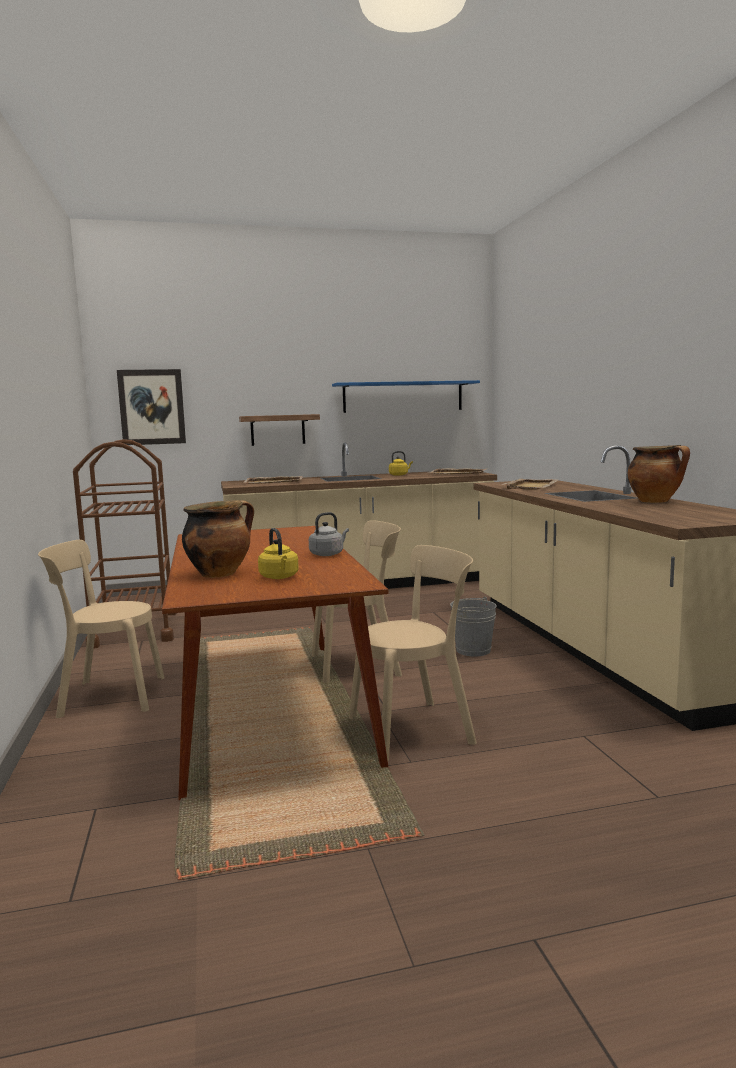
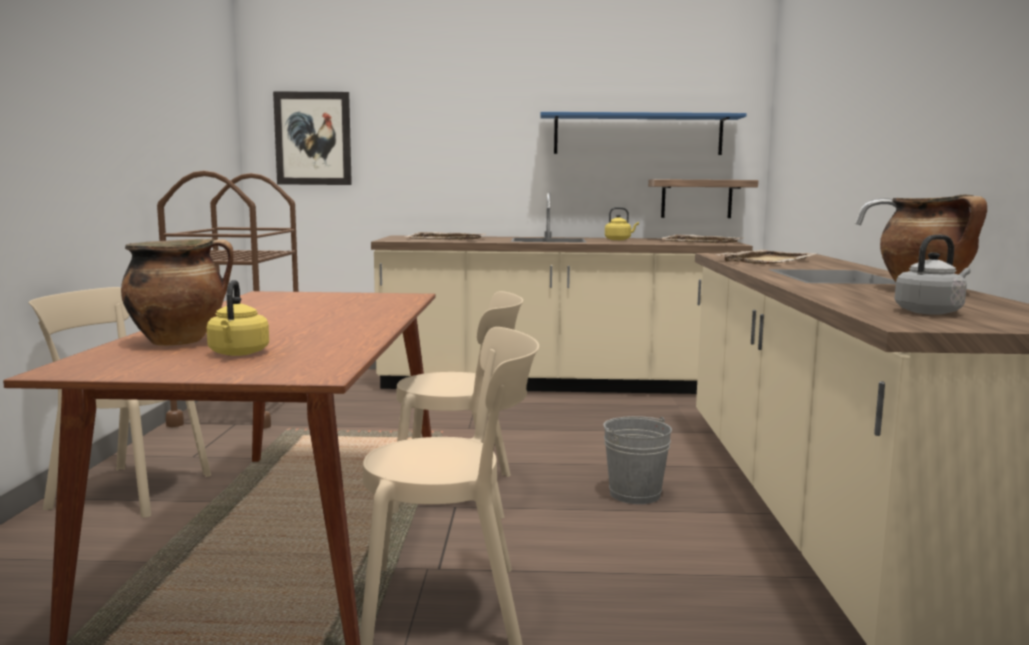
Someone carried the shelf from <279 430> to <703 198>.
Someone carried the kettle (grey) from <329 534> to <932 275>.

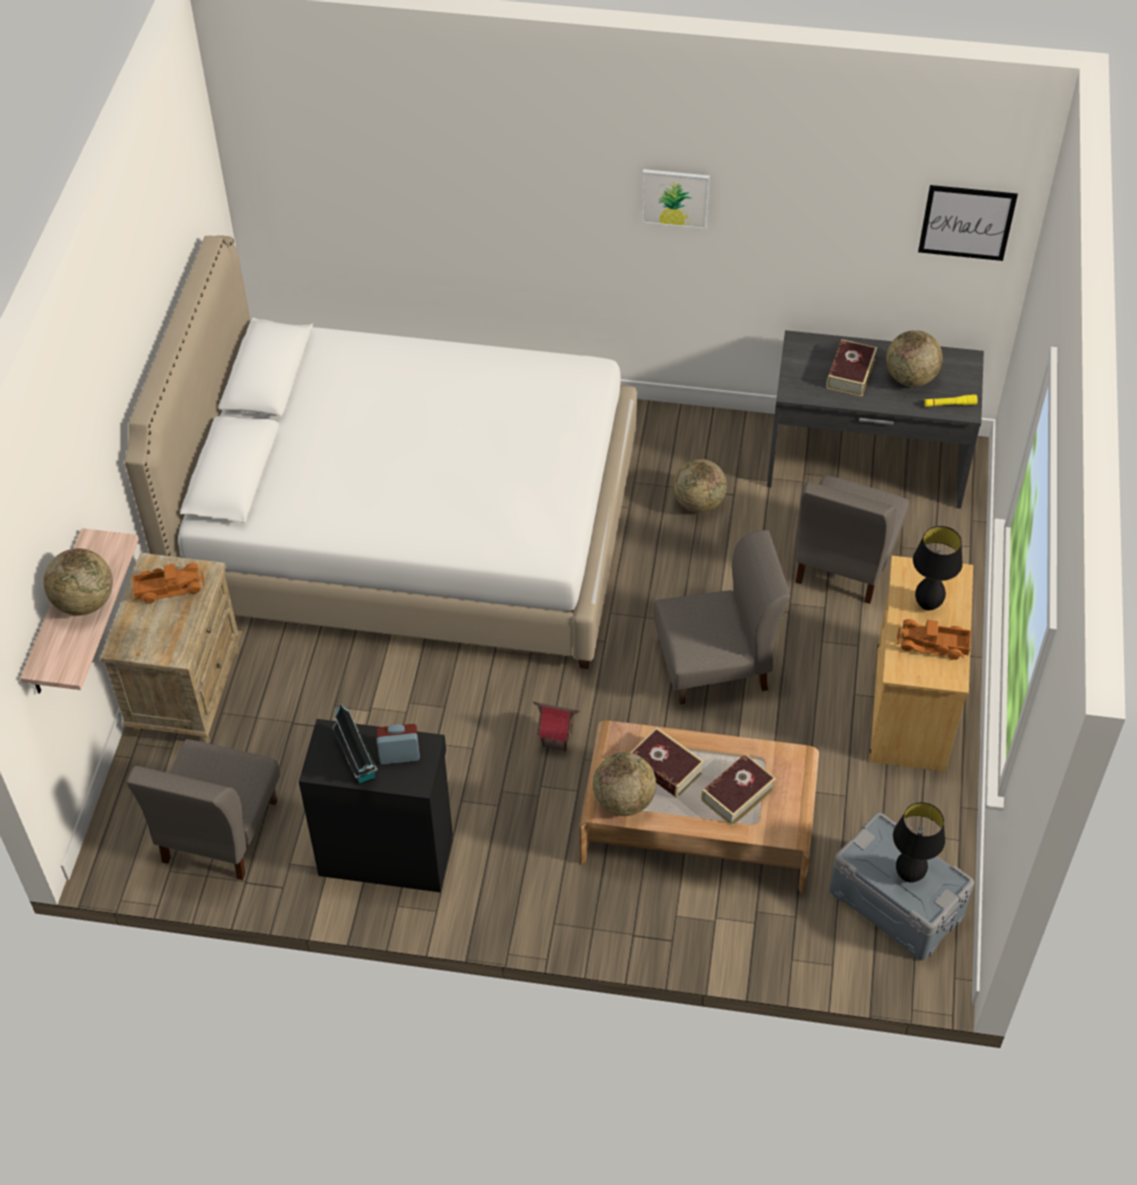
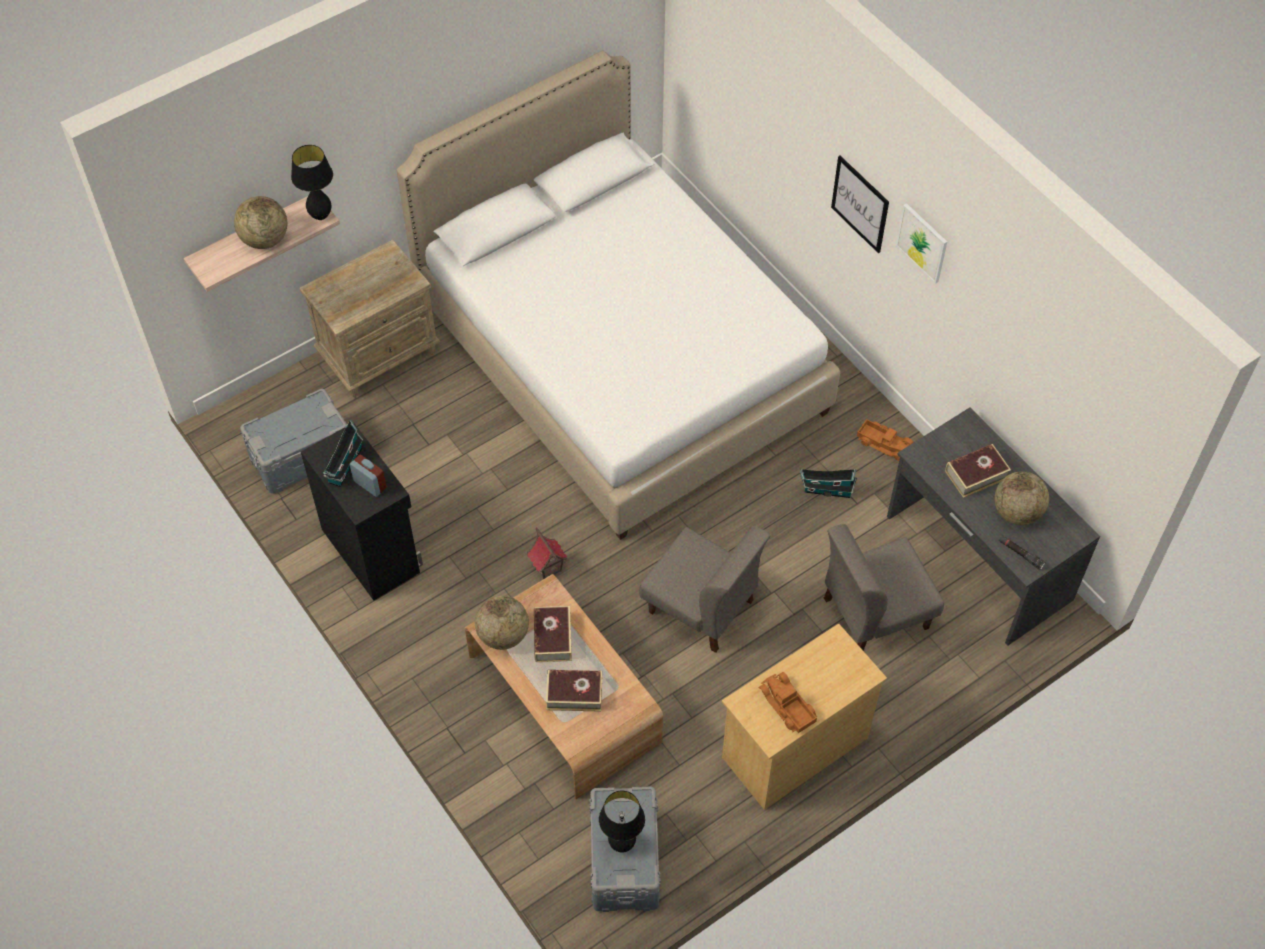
Someone swapped the chair (grey) at <203 809> for the storage box (grey) at <293 441>.
Someone carried the toy truck from <168 583> to <885 440>.
Someone swapped the globe at <700 486> for the toy house at <828 483>.
Someone carried the table lamp (black) from <938 568> to <312 182>.
Someone carried the picture from <968 223> to <860 204>.
Someone repainted the flashlight (yellow) at <951 400>, which became the flashlight (black) at <1022 552>.

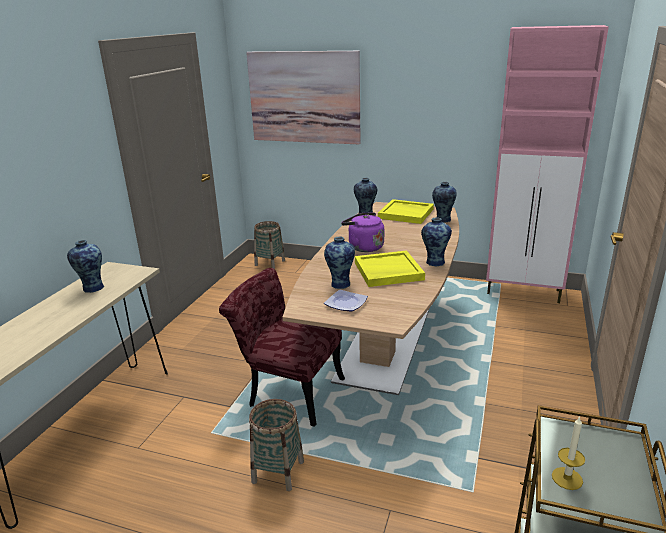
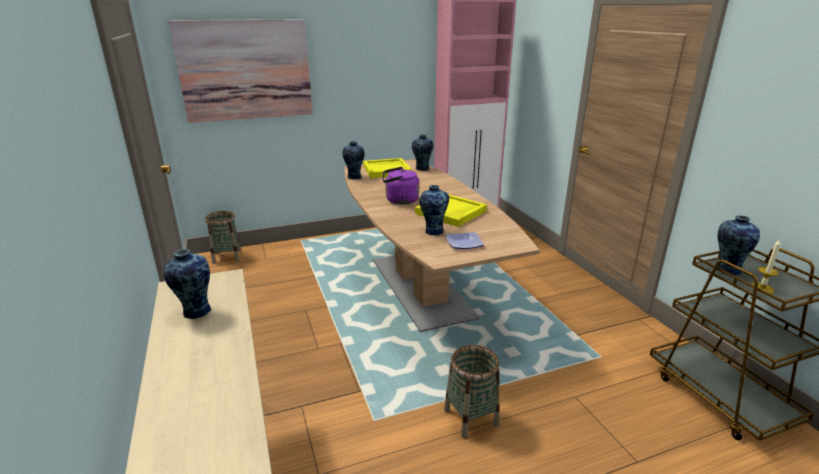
Someone took away the chair (red) at <282 347>.
Someone carried the vase from <436 242> to <739 245>.

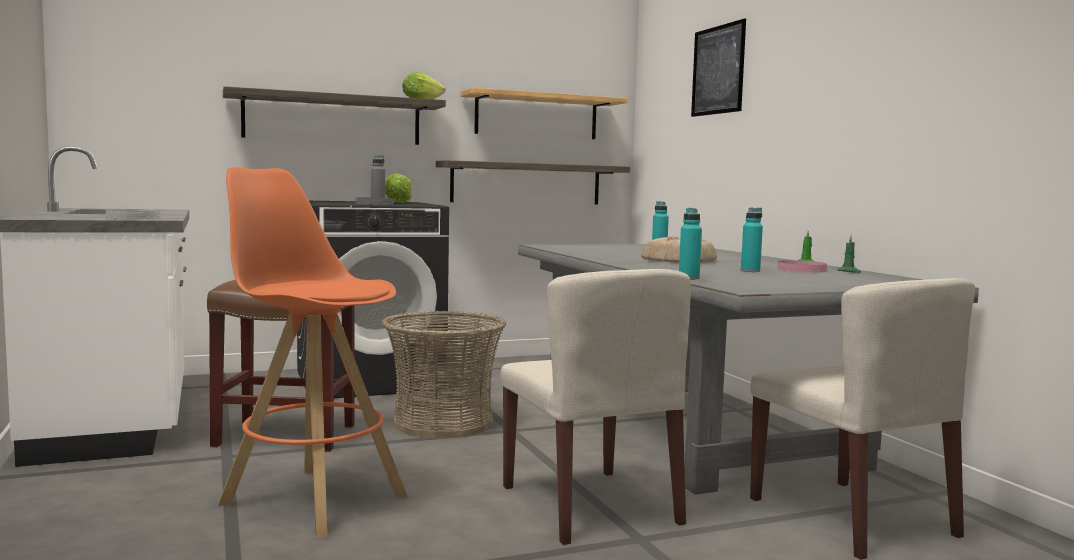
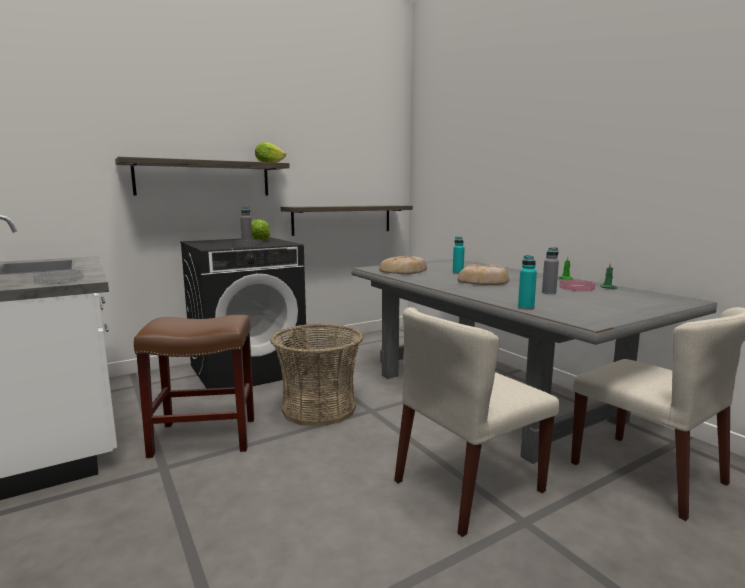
Someone took away the stool (orange) at <313 352>.
Someone took away the shelf at <544 113>.
Someone rotated the chair (beige) at <596 407> by 90 degrees clockwise.
Someone took away the picture at <718 68>.
Someone repainted the bottle (turquoise) at <752 239>, which became the bottle (grey) at <550 270>.
Someone put down the bread at <403 265>.

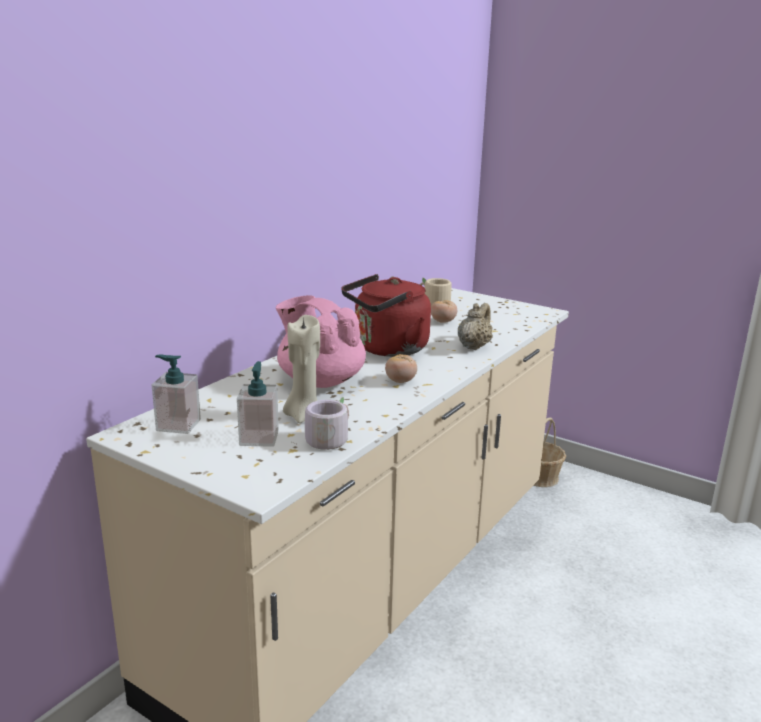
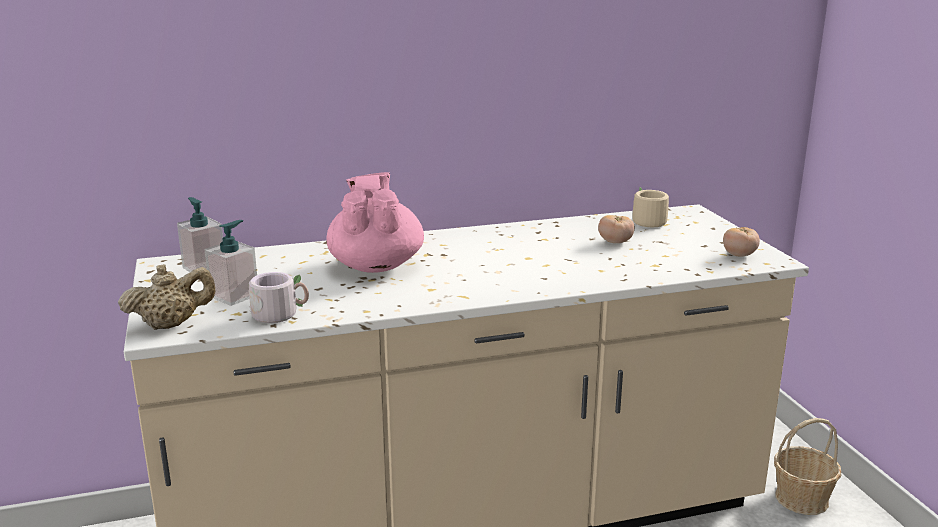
Someone took away the candle (beige) at <301 369>.
Someone took away the kettle (red) at <386 315>.
Someone carried the tomato from <401 368> to <741 241>.
Someone carried the teapot (beige) from <475 326> to <166 297>.

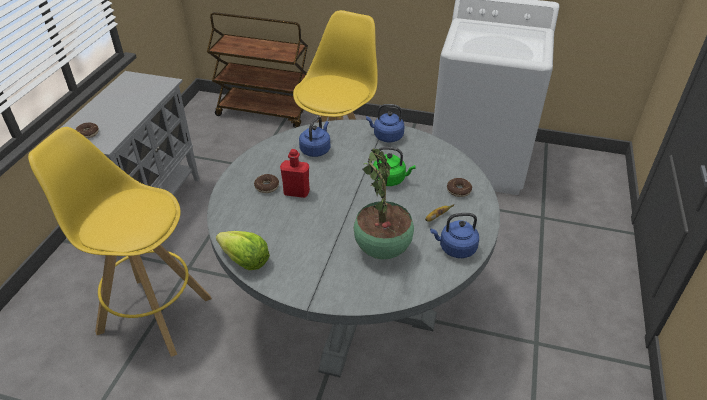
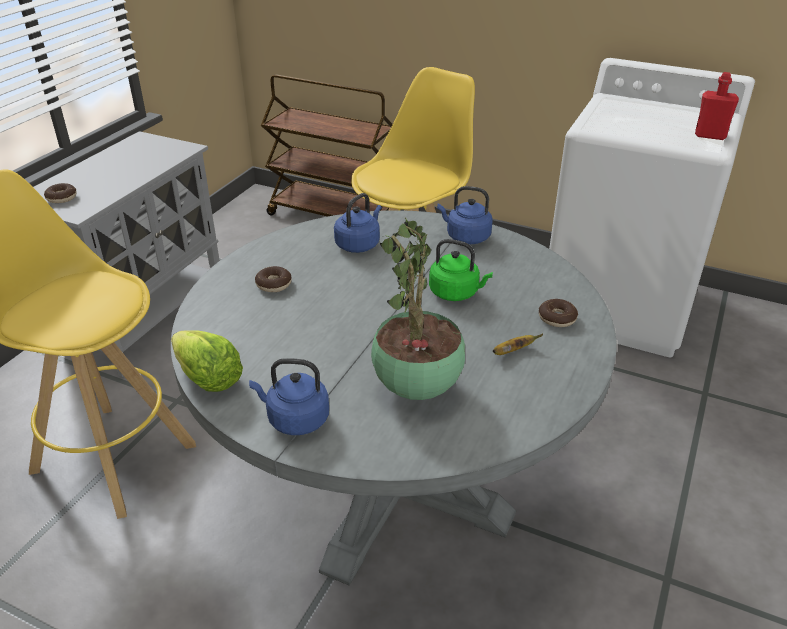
Someone carried the bottle (red) from <295 173> to <717 106>.
Someone carried the kettle (blue) from <454 235> to <289 396>.

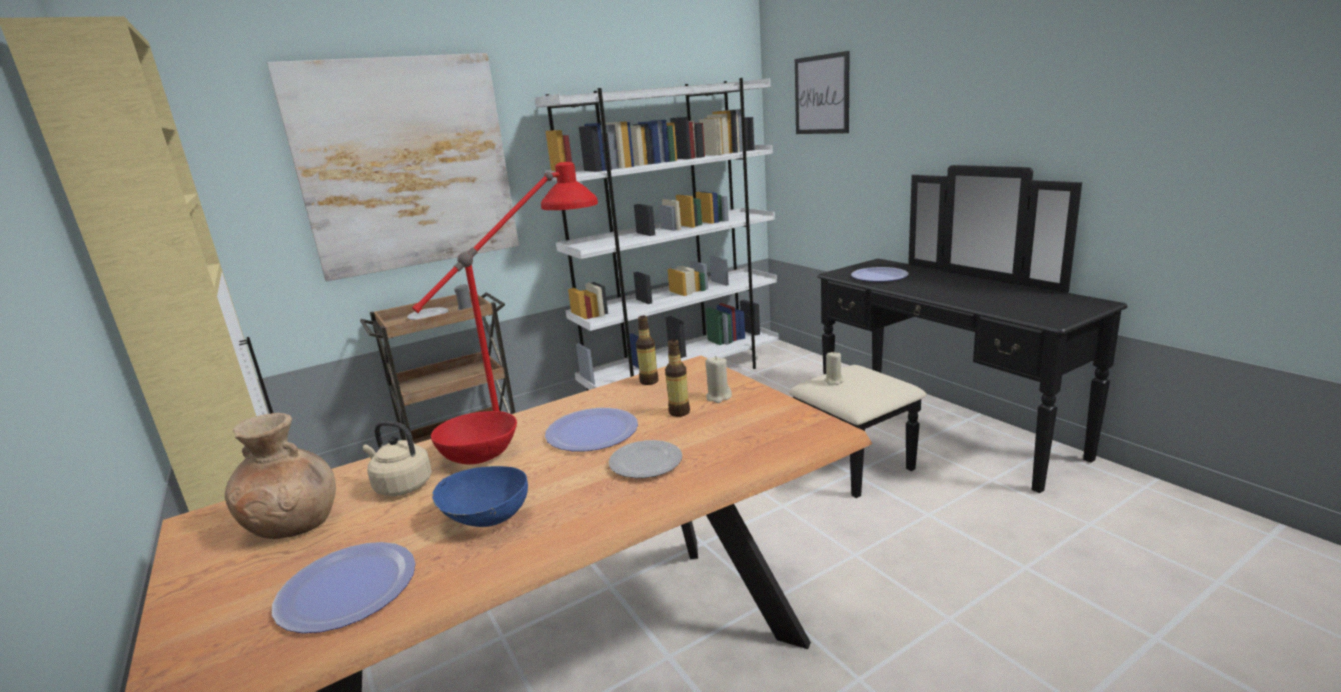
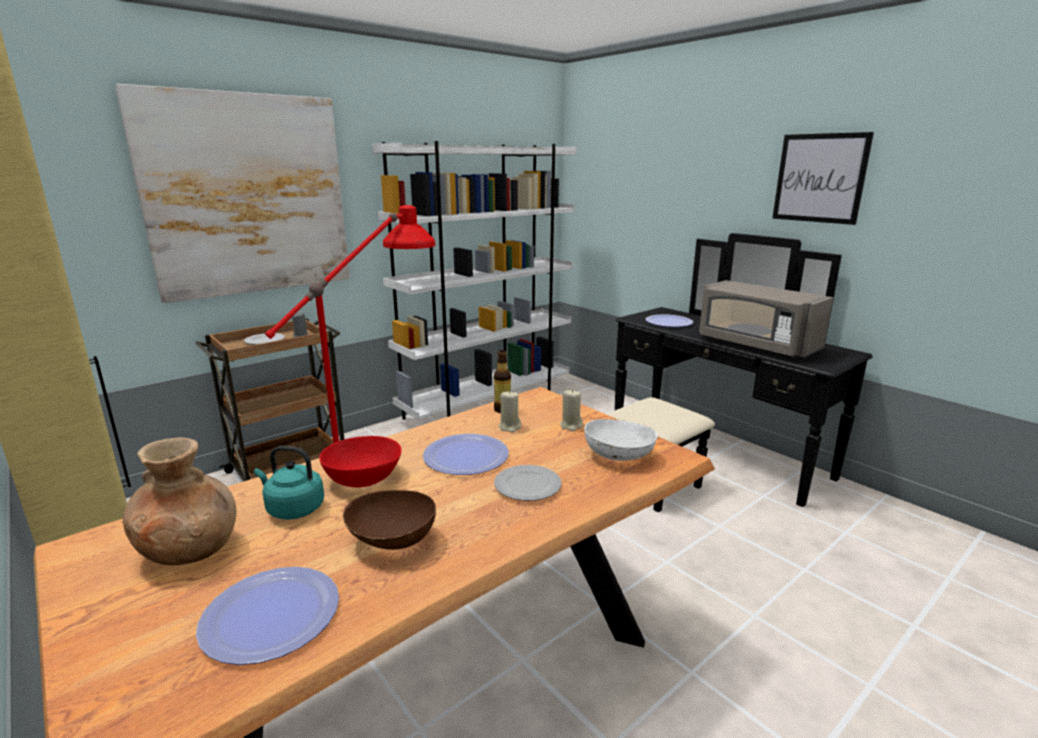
Someone repainted the kettle (beige) at <397 458>, which became the kettle (turquoise) at <289 483>.
Someone repainted the bowl (blue) at <480 496>, which became the bowl (brown) at <389 520>.
Someone took away the bottle at <677 378>.
Someone carried the picture from <822 92> to <823 178>.
Someone carried the candle (beige) from <834 368> to <510 411>.
Someone put down the bowl (white) at <621 440>.
Someone put down the microwave (grey) at <766 319>.

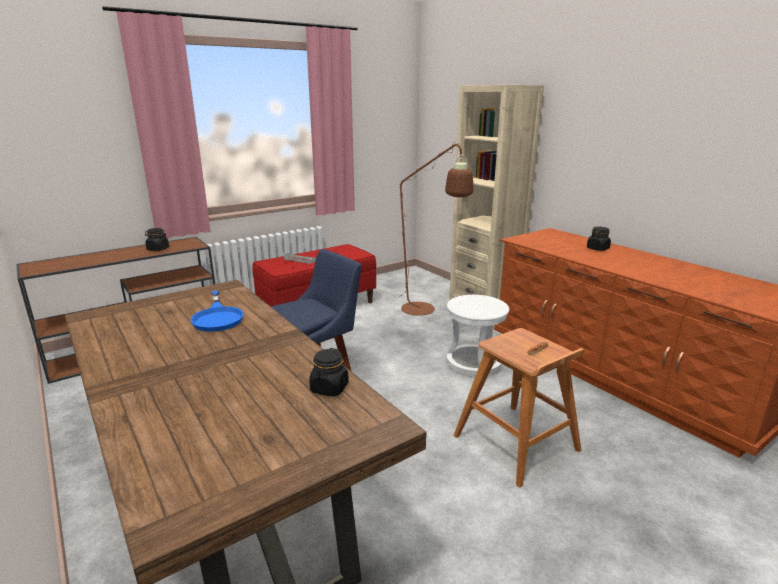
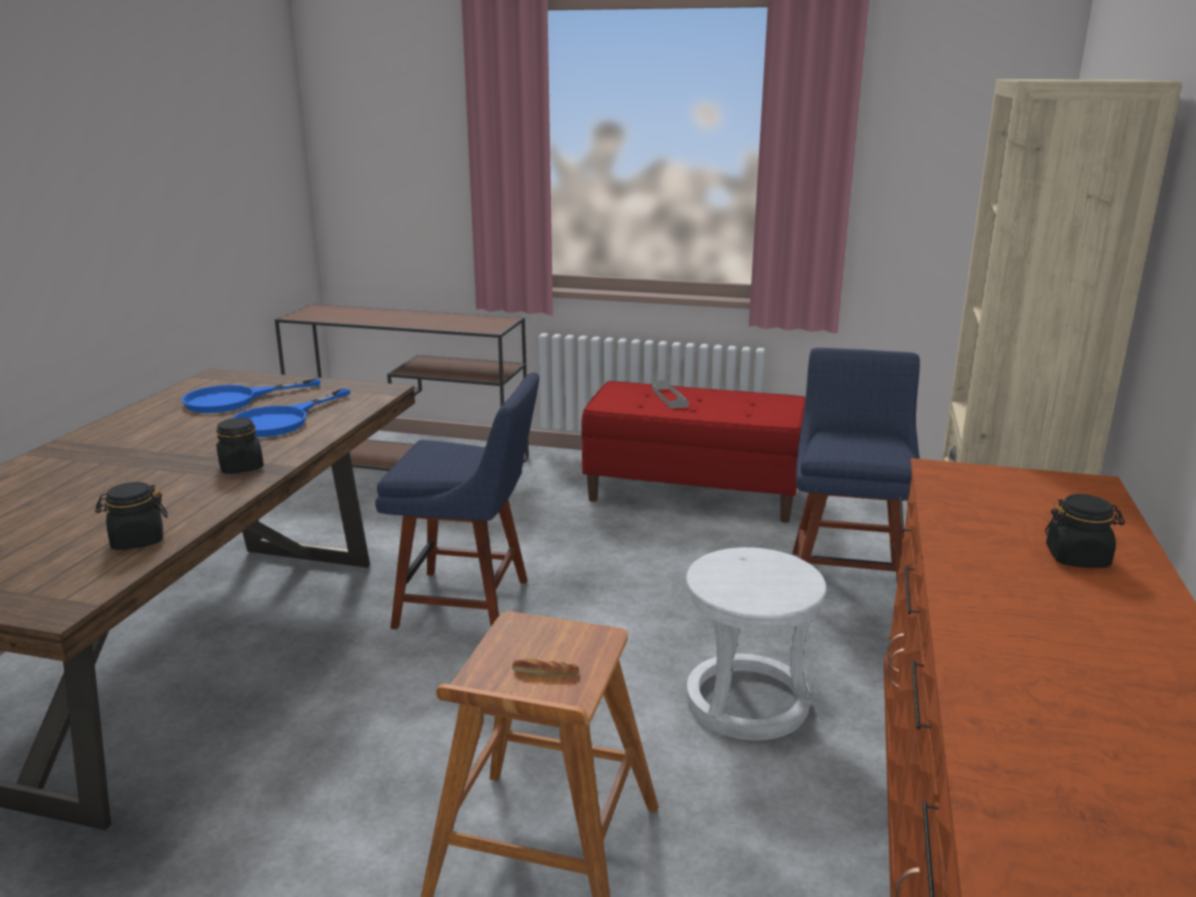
Someone carried the jar (black) from <157 239> to <240 446>.
Someone swapped the floor lamp (brown) at <425 229> for the chair (blue) at <856 465>.
Someone put down the frying pan (blue) at <251 396>.

